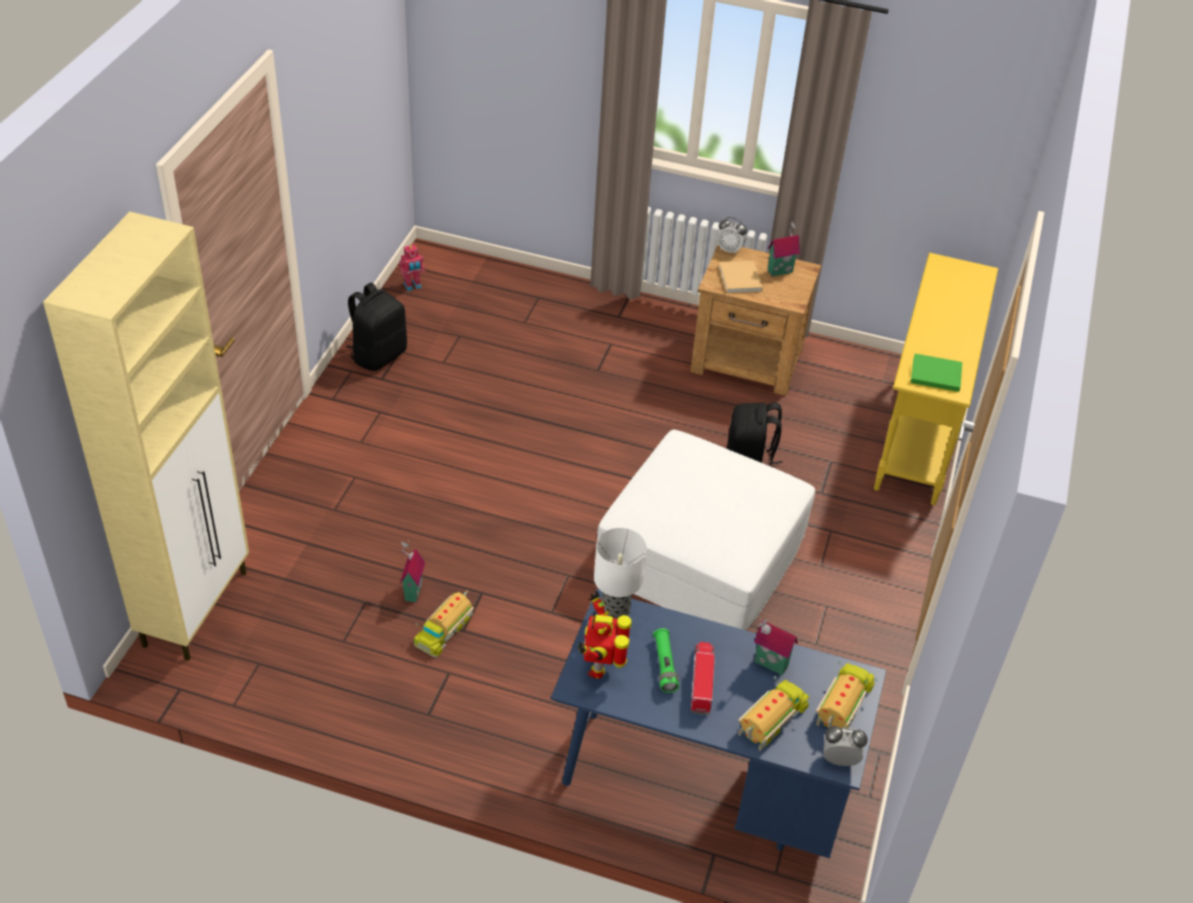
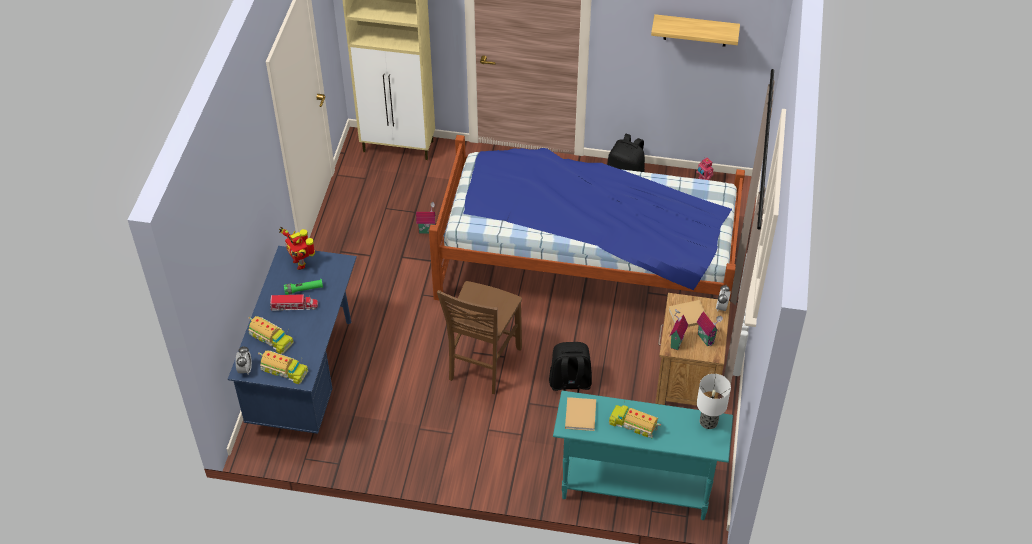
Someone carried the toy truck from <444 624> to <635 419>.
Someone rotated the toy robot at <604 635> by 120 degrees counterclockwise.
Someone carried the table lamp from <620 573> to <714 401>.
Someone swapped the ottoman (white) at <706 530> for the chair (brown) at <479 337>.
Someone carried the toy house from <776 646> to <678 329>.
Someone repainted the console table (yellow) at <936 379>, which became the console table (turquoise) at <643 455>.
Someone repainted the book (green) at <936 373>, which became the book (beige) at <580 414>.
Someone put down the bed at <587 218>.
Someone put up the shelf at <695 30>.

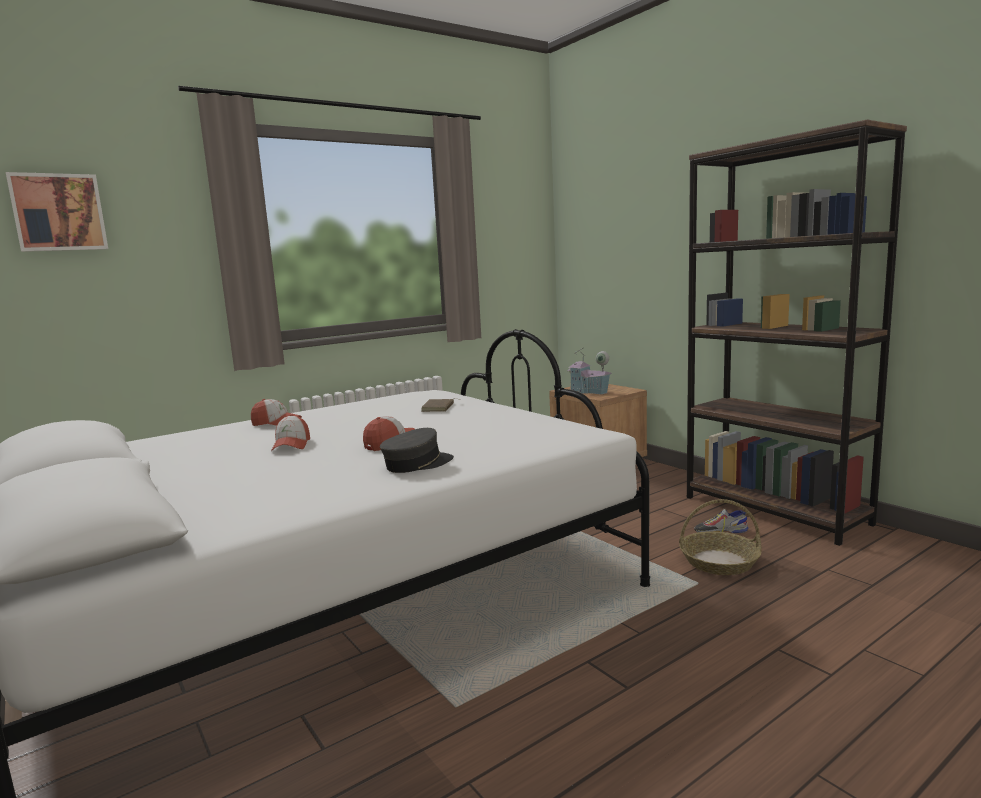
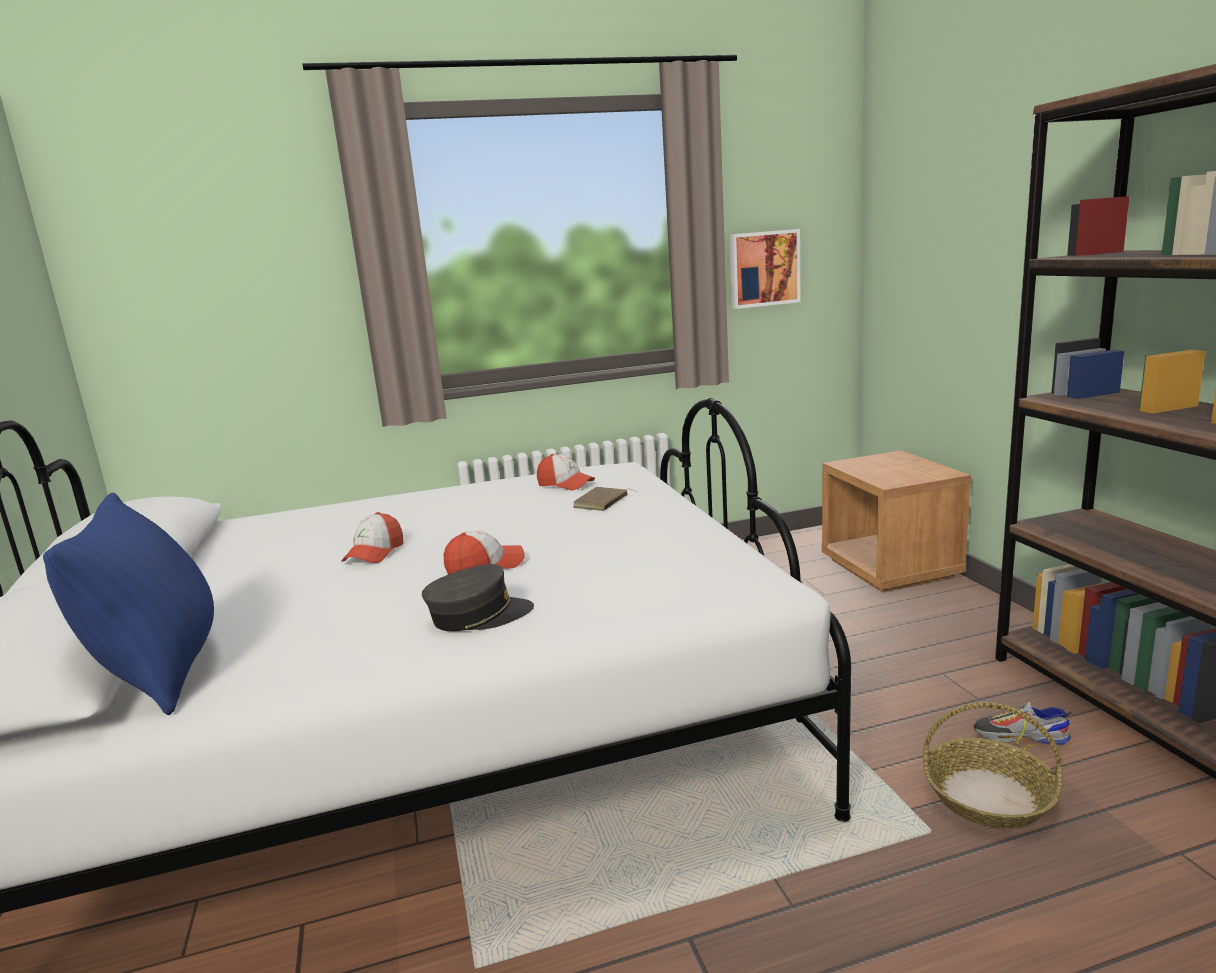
Someone carried the picture from <57 212> to <765 269>.
Someone carried the cap from <276 412> to <566 472>.
Someone took away the toy house at <589 371>.
Someone put down the pillow (blue) at <128 604>.

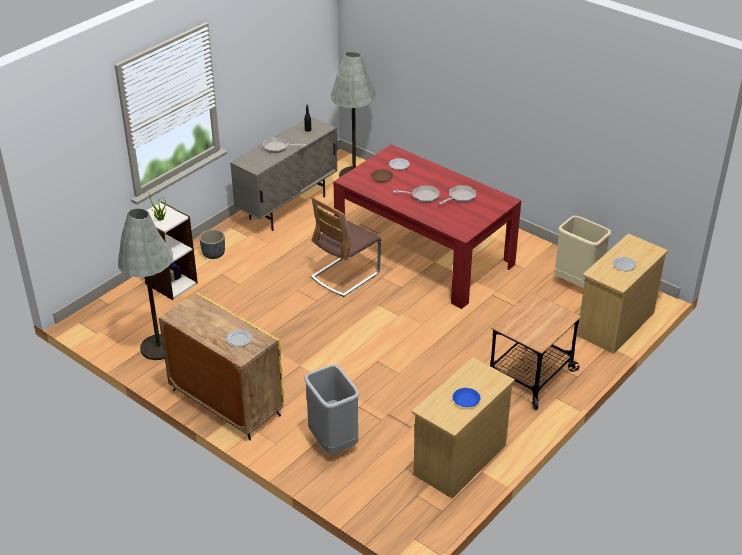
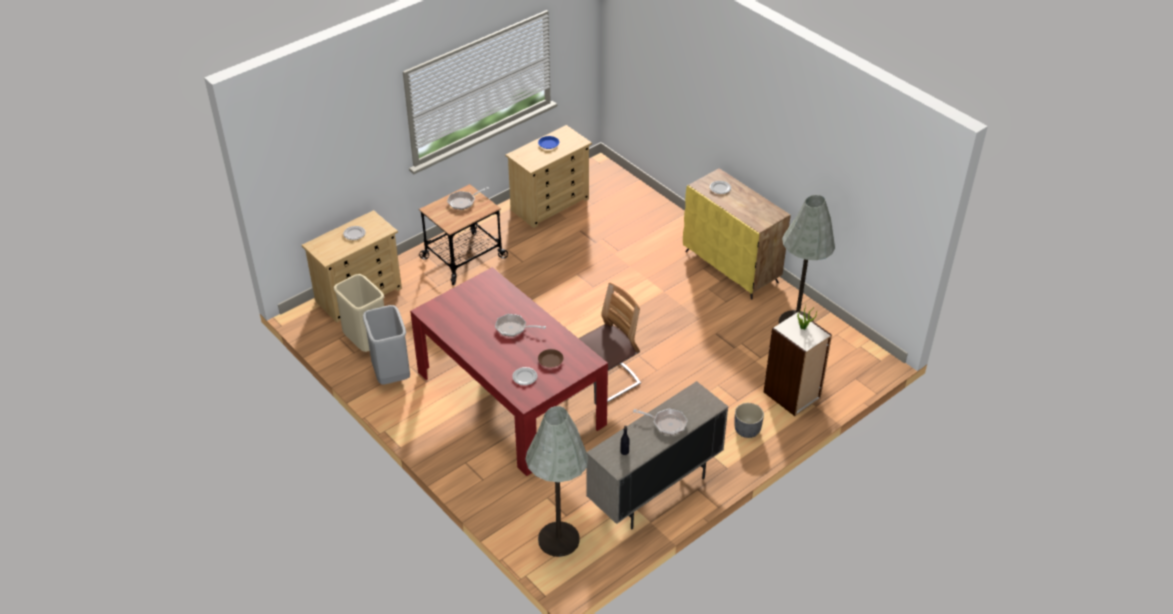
Someone carried the trash can (grey) from <331 409> to <386 344>.
Someone carried the frying pan from <457 194> to <468 198>.

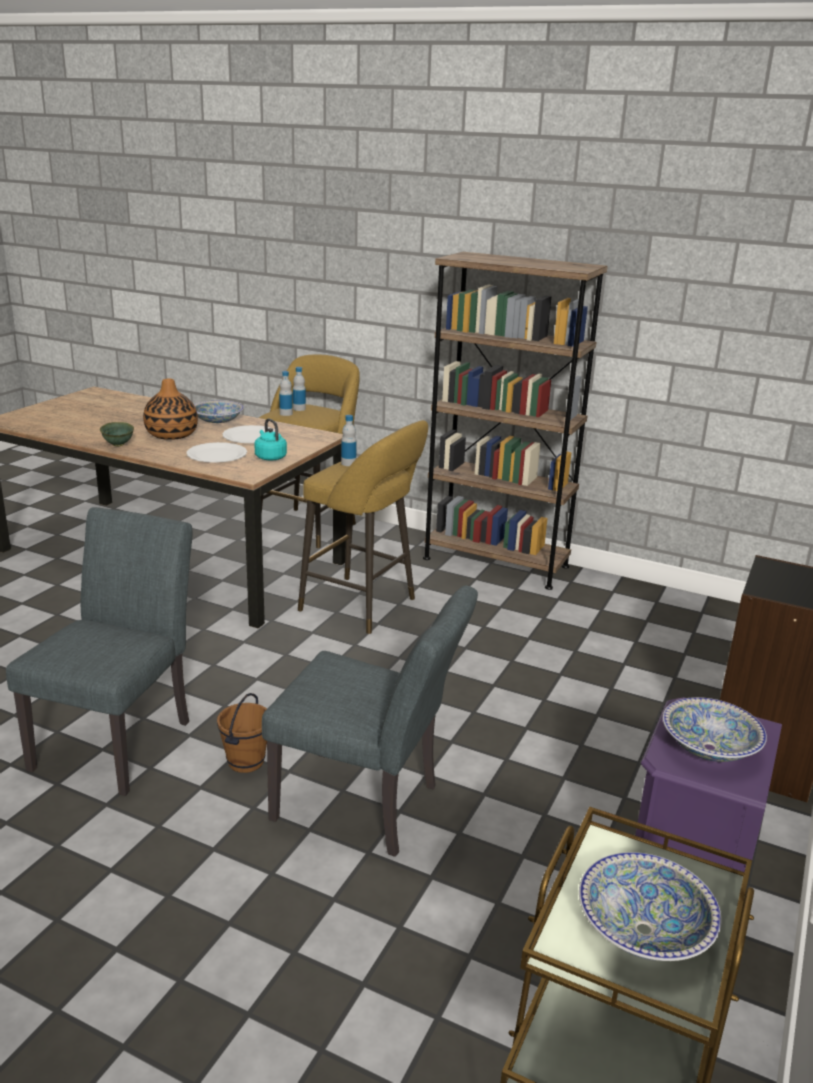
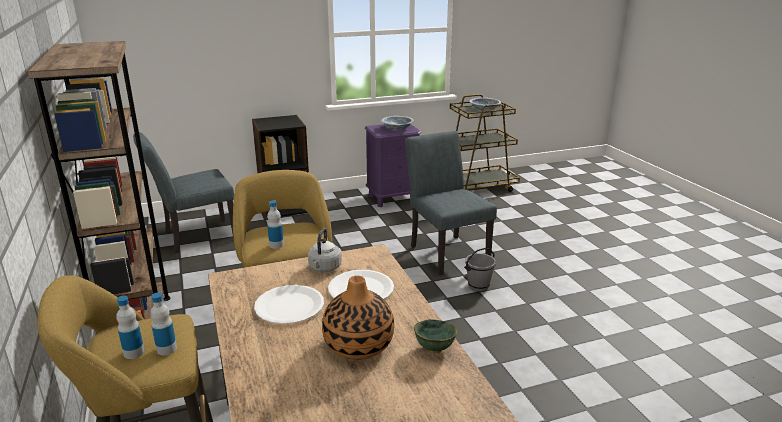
Someone carried the chair (grey) from <99 651> to <183 192>.
Someone took away the bowl at <219 411>.
Someone repainted the bucket (brown) at <242 733>, which became the bucket (grey) at <480 270>.
Someone repainted the kettle (turquoise) at <270 439>, which became the kettle (grey) at <324 250>.

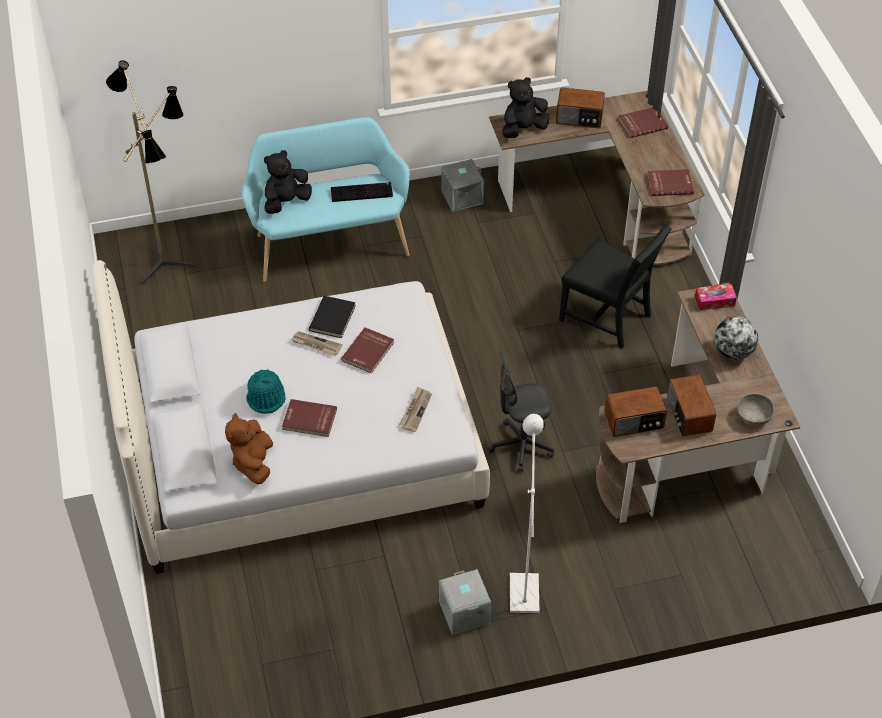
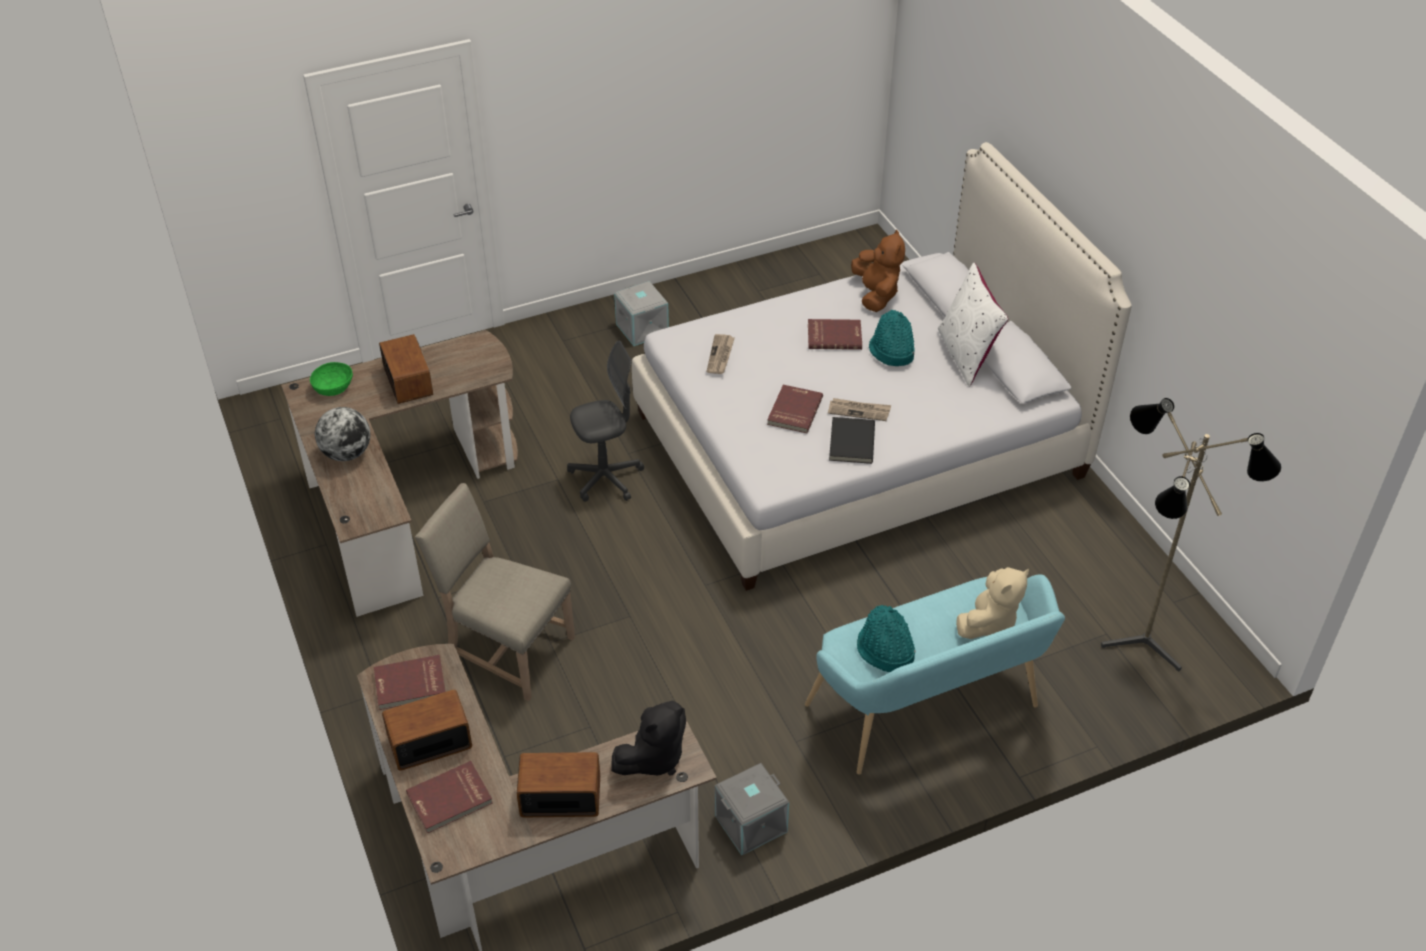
Someone repainted the plush toy (black) at <288 182>, which became the plush toy (beige) at <992 603>.
Someone swapped the keyboard at <362 192> for the hat (turquoise) at <886 638>.
Someone took away the floor lamp (white) at <527 513>.
Someone repainted the chair (black) at <615 287>, which became the chair (beige) at <495 592>.
Someone carried the radio from <635 411> to <427 730>.
Someone took away the tissue box at <716 297>.
Someone repainted the bowl (grey) at <755 410>, which became the bowl (green) at <331 379>.
Someone put down the pillow (white) at <973 325>.

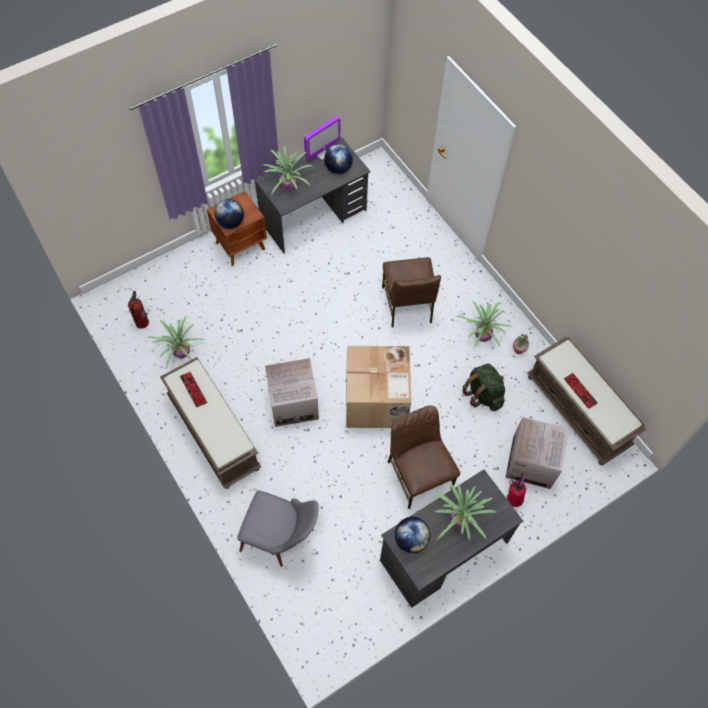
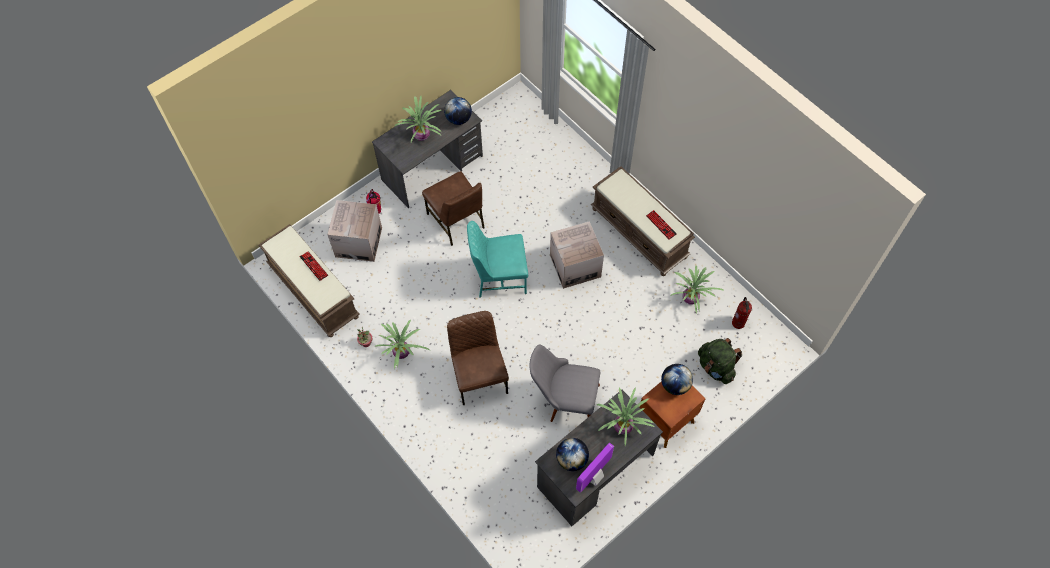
Someone carried the chair (grey) from <277 529> to <565 383>.
Someone swapped the cardboard box at <378 387> for the chair (turquoise) at <497 259>.
Someone carried the backpack (green) from <483 387> to <720 361>.

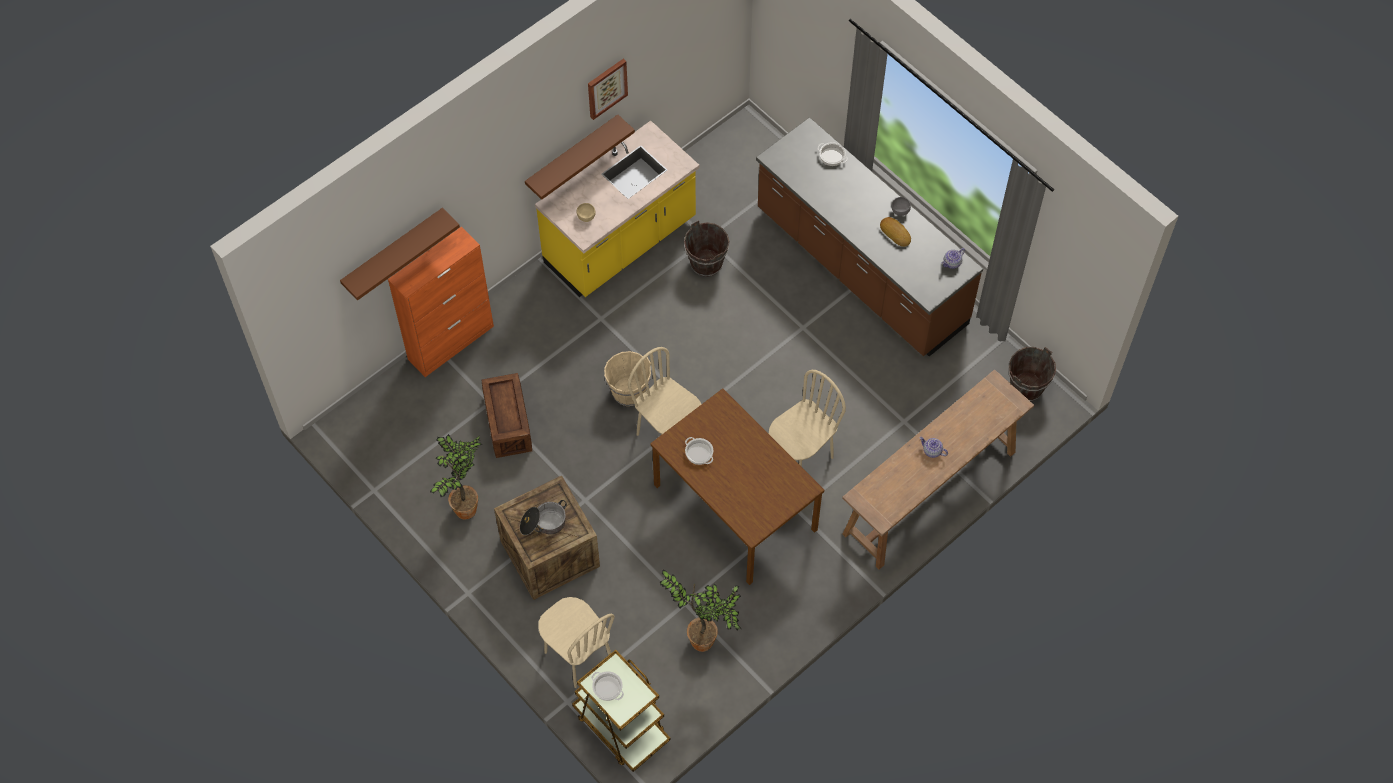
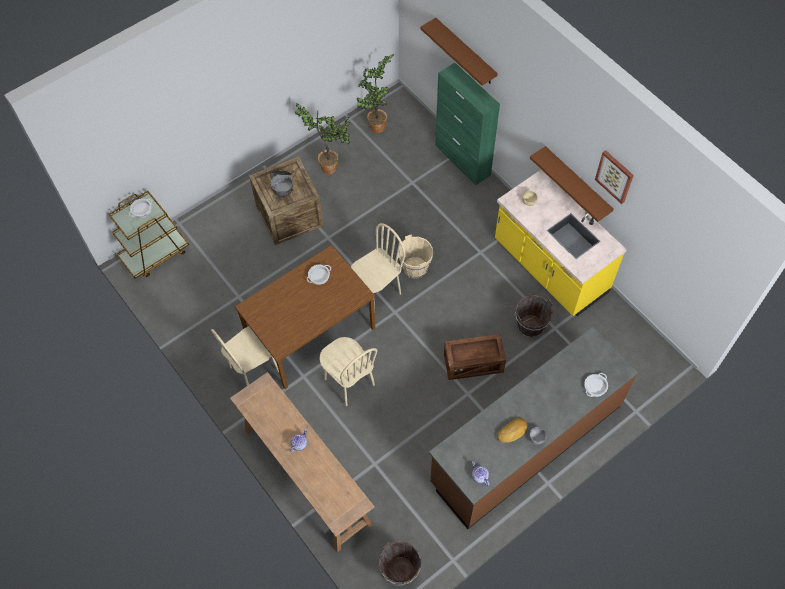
Someone repainted the cabinet (orange) at <441 302>, which became the cabinet (green) at <467 124>.
Someone carried the crate from <507 415> to <475 357>.
Someone carried the chair (beige) from <576 642> to <245 356>.
Someone carried the potted plant from <700 611> to <375 93>.

